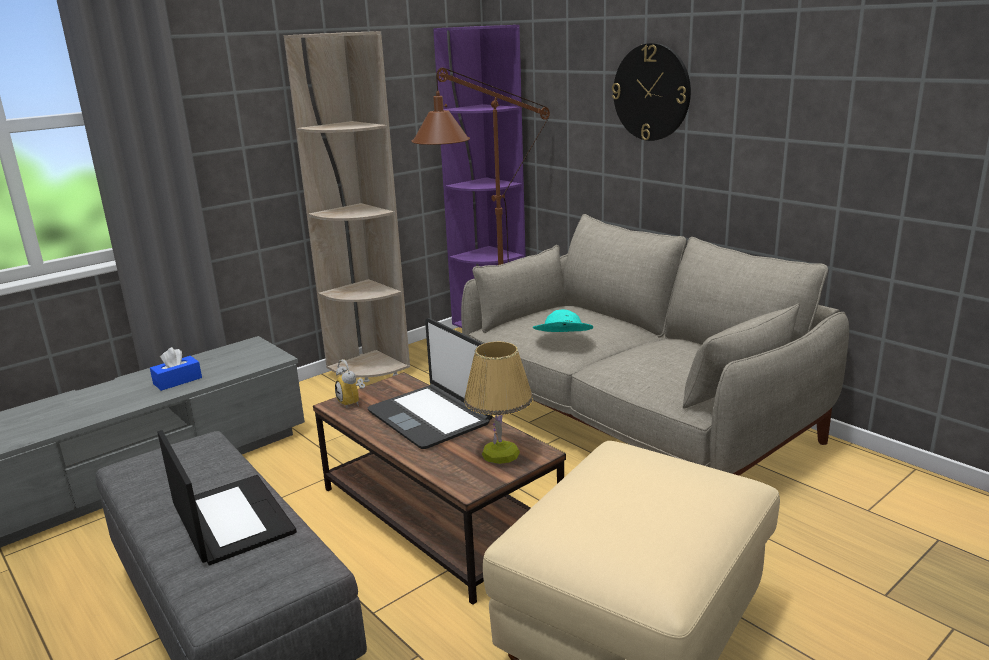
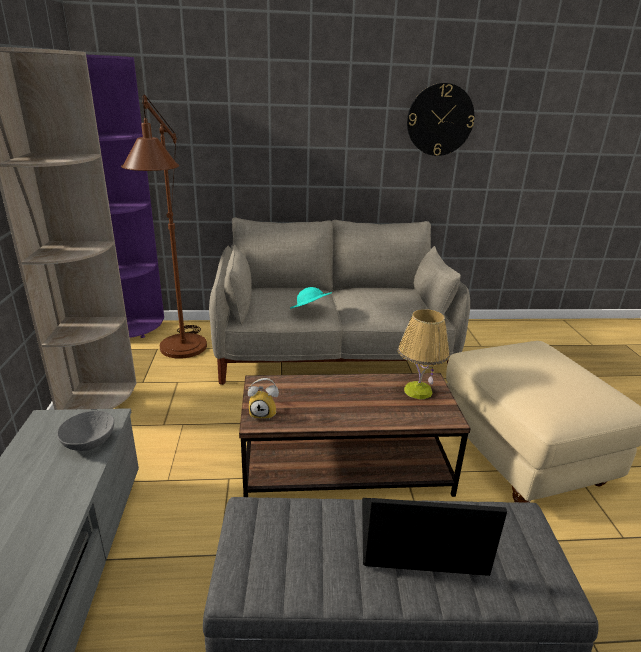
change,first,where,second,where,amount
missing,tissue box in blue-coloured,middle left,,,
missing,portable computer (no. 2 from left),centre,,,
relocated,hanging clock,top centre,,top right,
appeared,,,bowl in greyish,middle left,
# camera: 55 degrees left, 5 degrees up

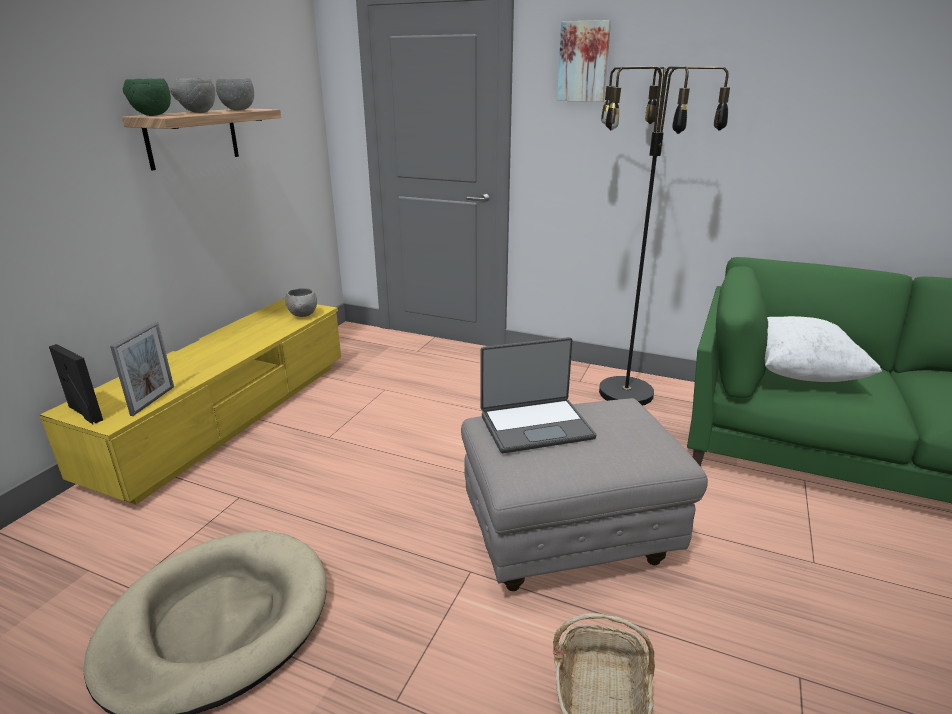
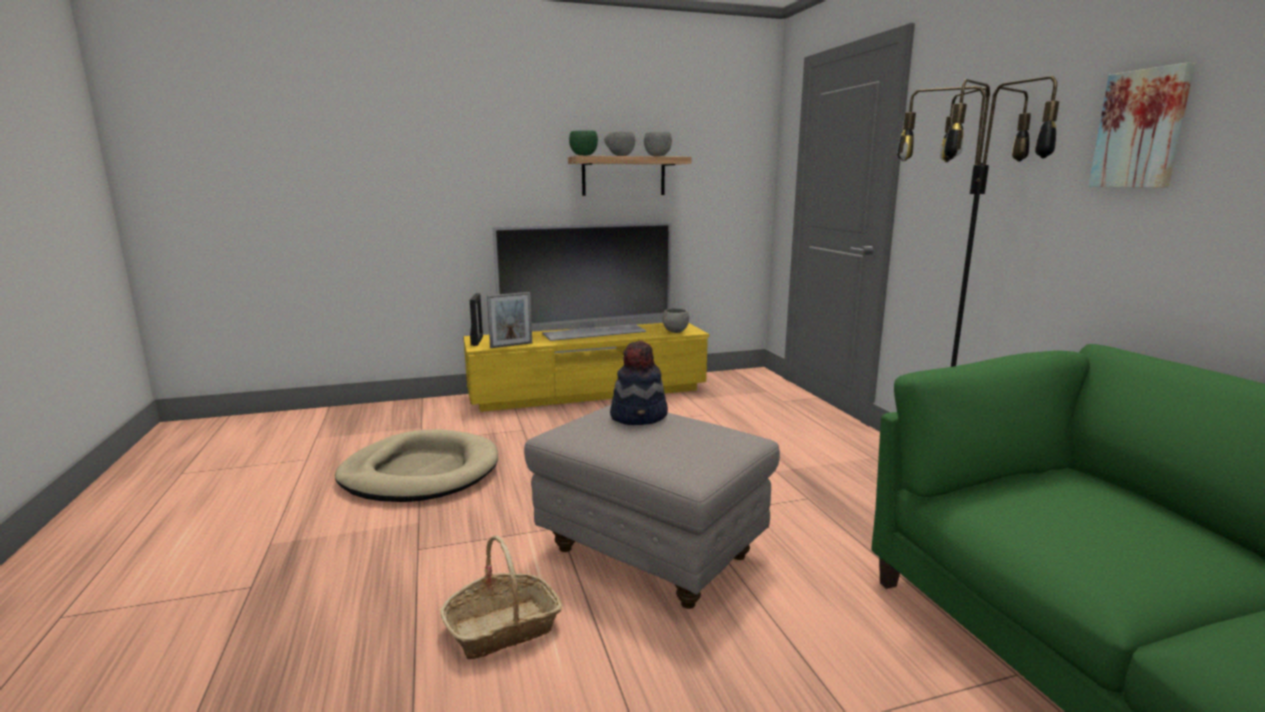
change,first,where,second,where,amount
exchanged,portable computer,centre,wearable hat,centre,
relocated,picture,top centre,,top right,
missing,throw pillow in whitish,middle right,,,
appeared,,,TV,centre,
# camera: 50 degrees right, 10 degrees down

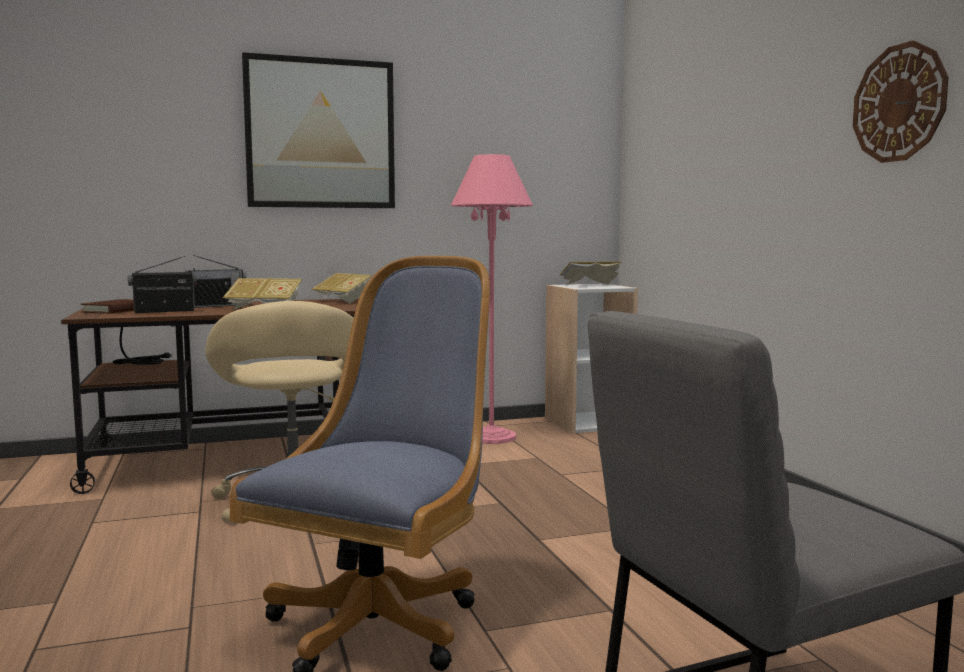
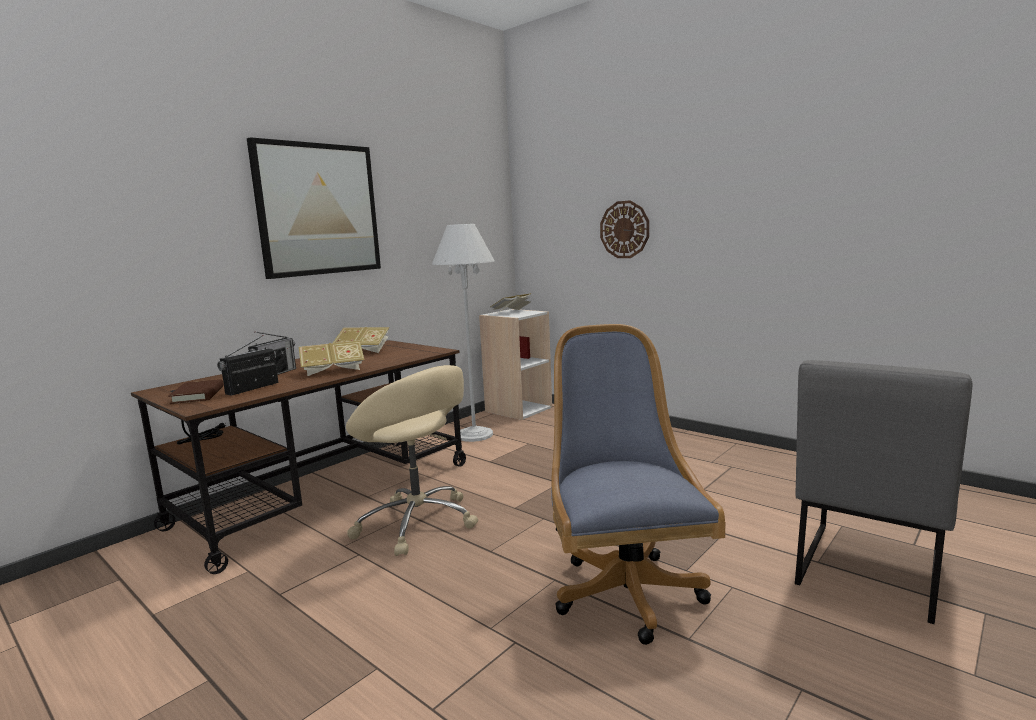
change,first,where,second,where,amount
colour,standing lamp in pink-coloured,centre,standing lamp in whitish,centre,
relocated,hanging clock,top right,,top centre,
# camera: 30 degrees left, 5 degrees up

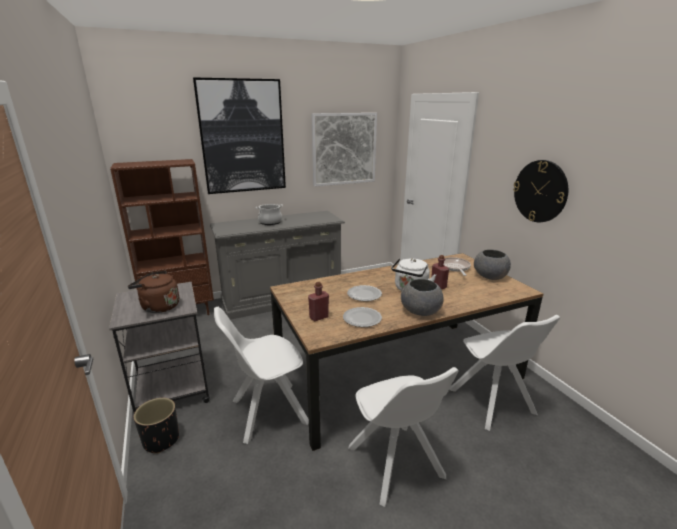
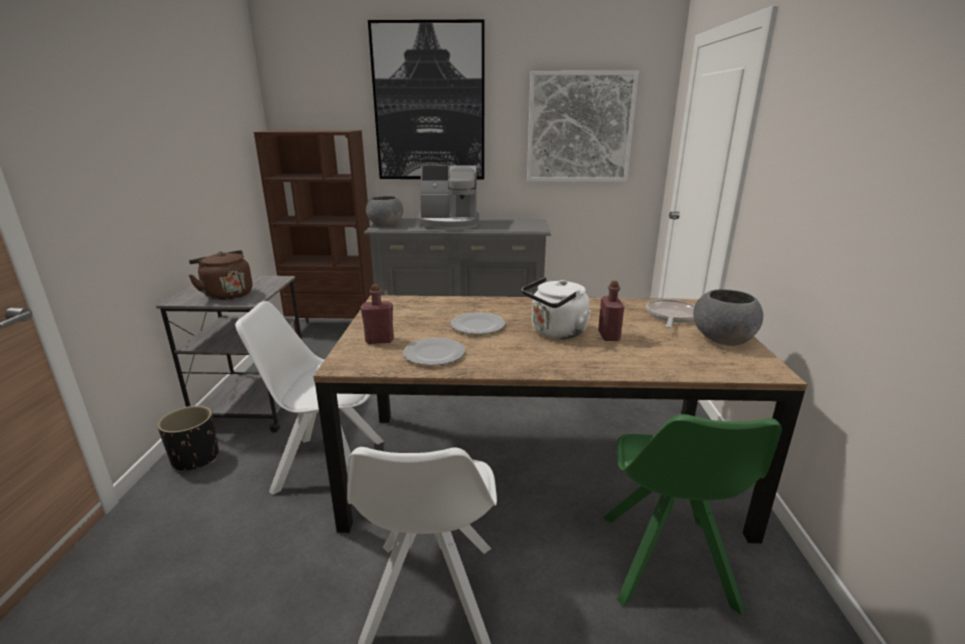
change,first,where,second,where,amount
exchanged,saucepot,centre,coffee machine,top centre,
relocated,bowl in greyish (no. 1 from left),centre,,top centre,
colour,chair in whitish (no. 3 from left),bottom right,chair in greenish,bottom right,
missing,hanging clock,middle right,,,
# camera: 25 degrees right, 0 degrees up

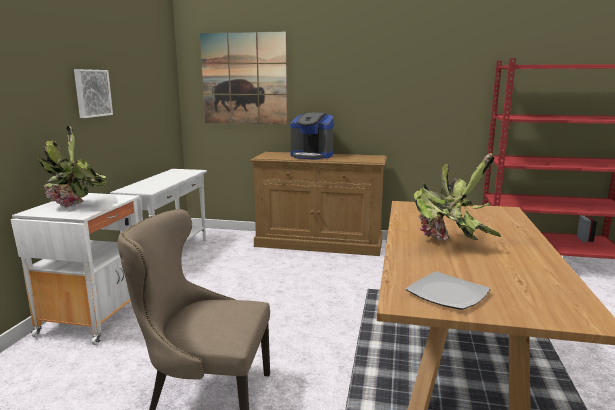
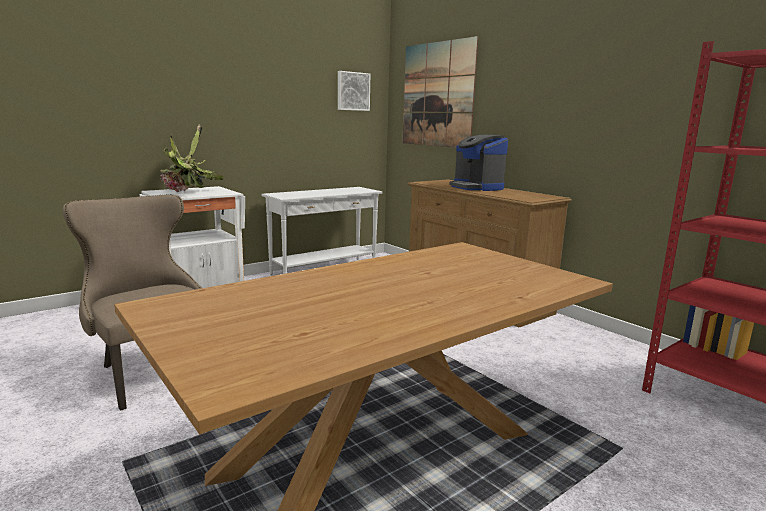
change,first,where,second,where,amount
relocated,picture (no. 1 from left),top left,,top centre,
missing,plate,bottom right,,,
missing,houseplant (no. 2 from left),middle right,,,
# camera: 40 degrees right, 0 degrees up

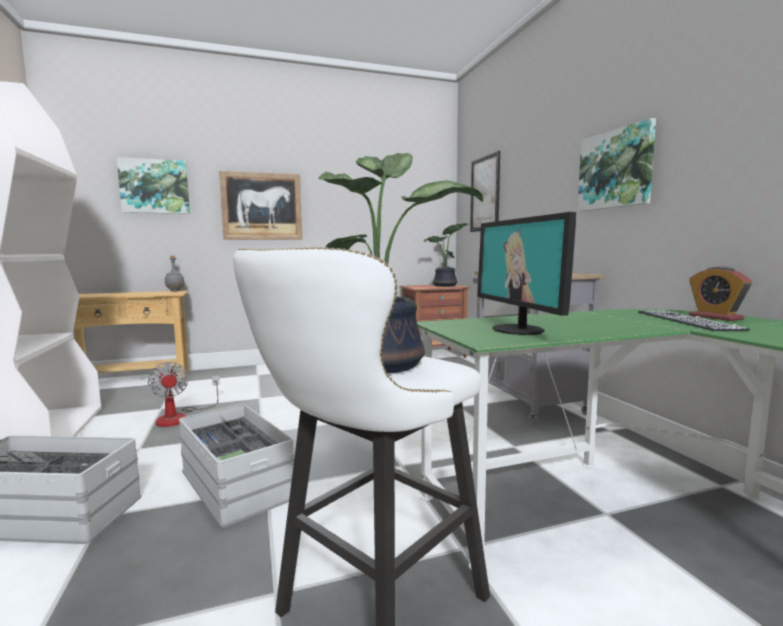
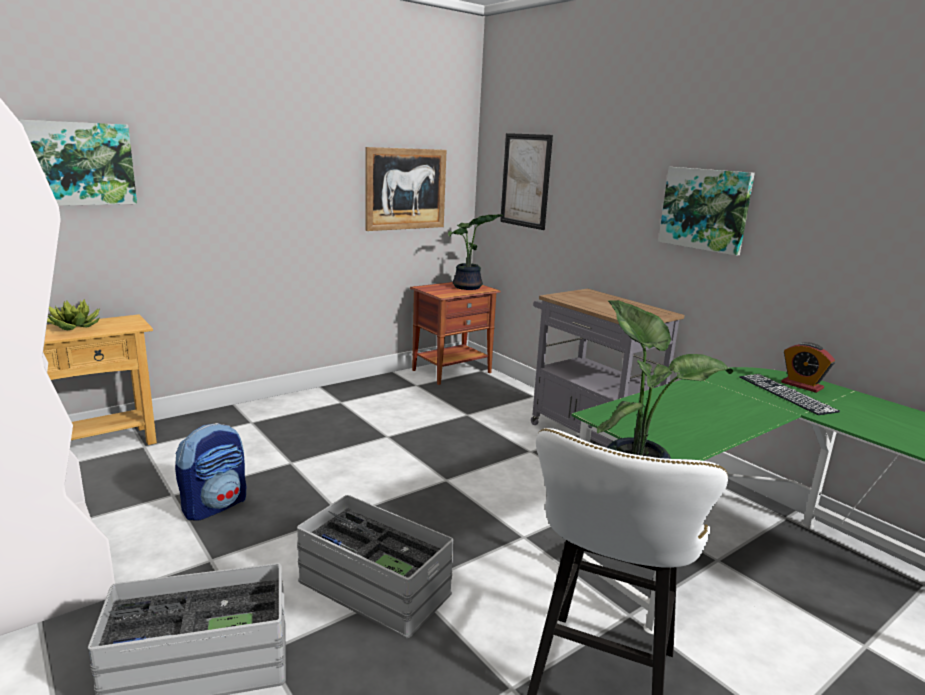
change,first,where,second,where,amount
exchanged,electric fan,middle left,knapsack,bottom left,
missing,drink bottle in greyish,middle left,,,
relocated,picture (no. 2 from left),top left,,top centre,
missing,monitor,middle right,,,
appeared,,,houseplant (no. 1 from left),middle left,
# camera: 20 degrees left, 10 degrees up

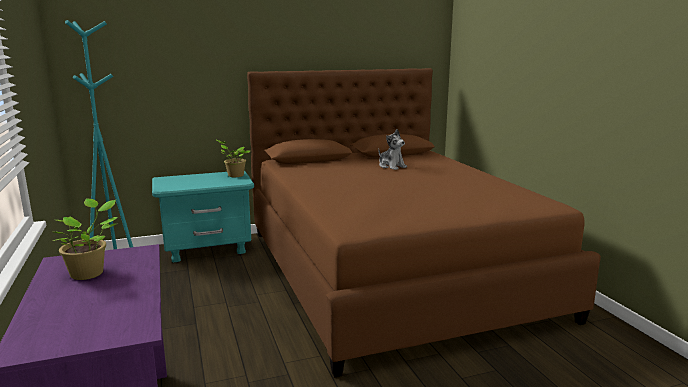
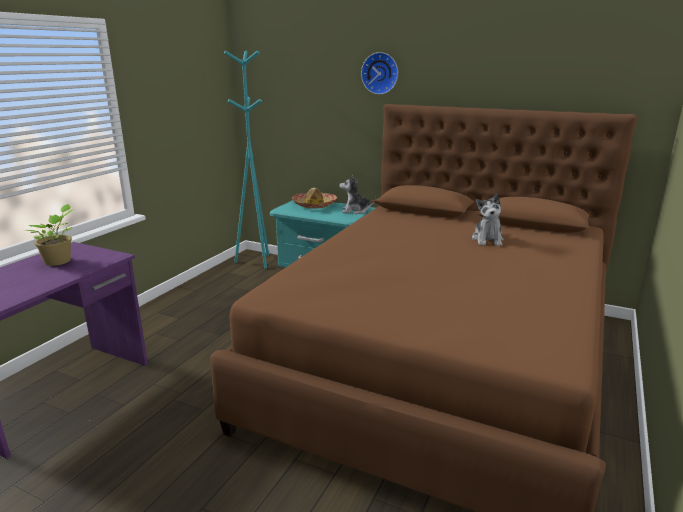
change,first,where,second,where,amount
exchanged,houseplant (no. 2 from left),centre,soft toy (no. 1 from left),centre,
appeared,,,wearable hat,centre,
appeared,,,hanging clock,top centre,
# camera: 45 degrees right, 5 degrees up

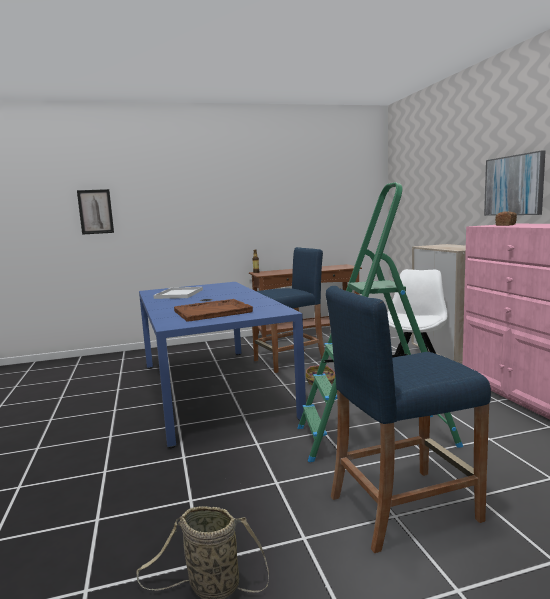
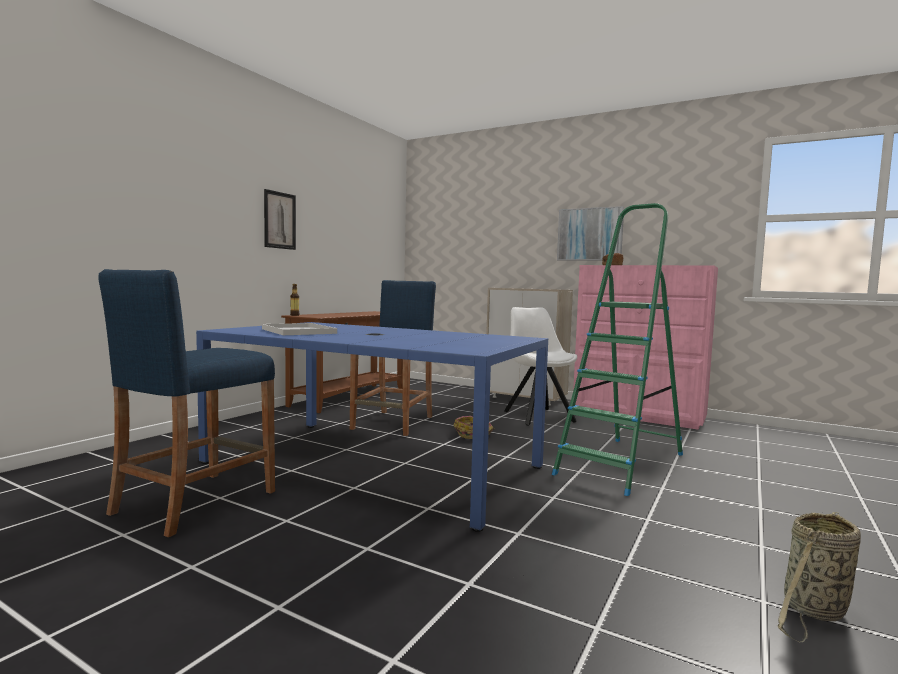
change,first,where,second,where,amount
relocated,picture (no. 1 from left),middle left,,top left,
missing,tray in brown,centre,,,
relocated,stool in blue-coloured (no. 2 from left in the first image),bottom right,stool in blue-coloured (no. 1 from left),middle left,
# camera: 45 degrees left, 5 degrees down

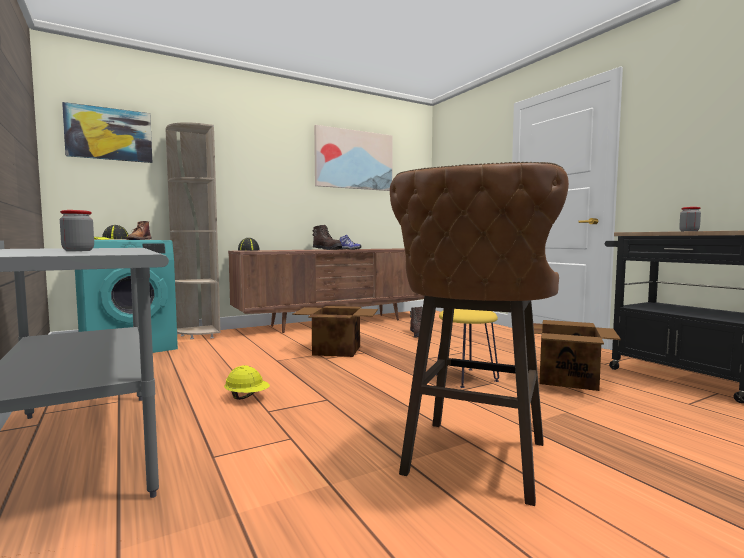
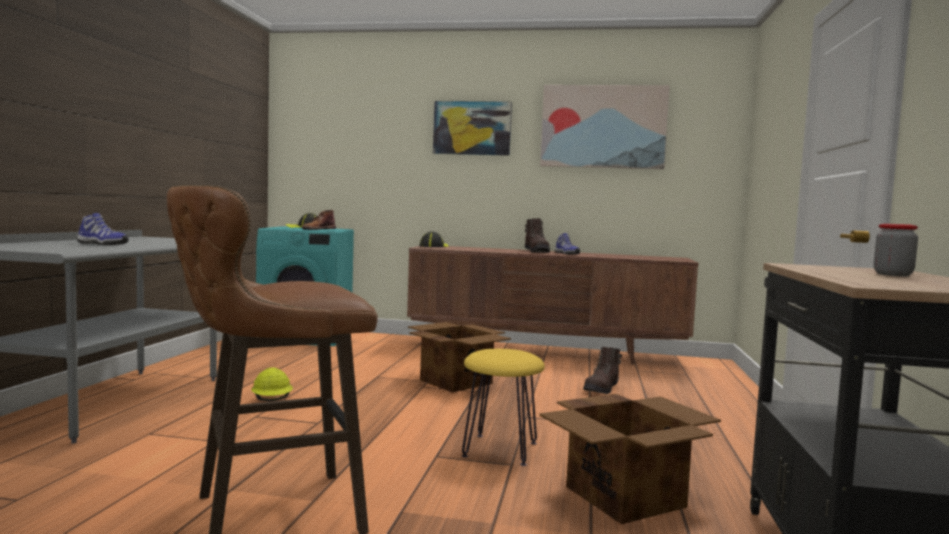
change,first,where,second,where,amount
exchanged,jar (no. 1 from left),middle left,low shoe (no. 1 from left),middle left,
relocated,picture (no. 1 from left),top left,,top centre,
missing,shelving unit in beige,middle left,,,
# camera: 40 degrees right, 0 degrees up

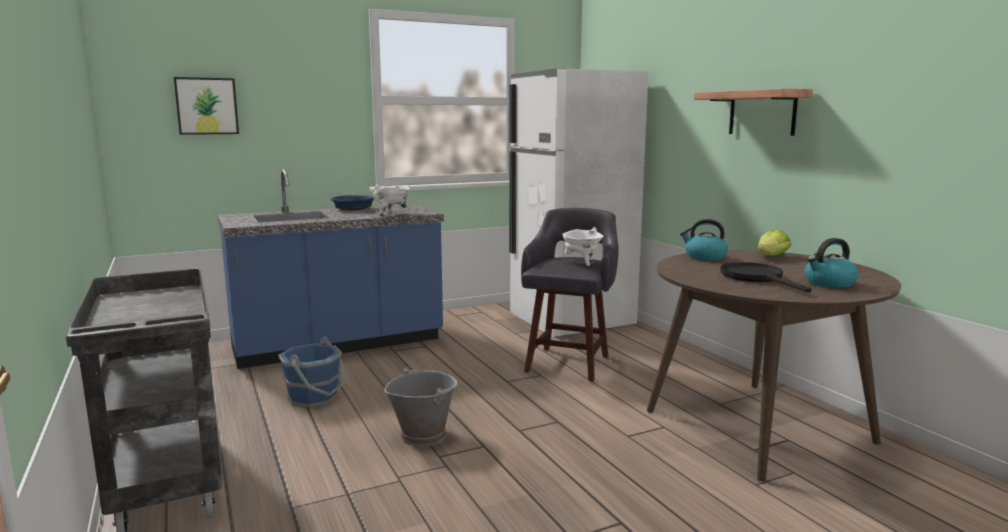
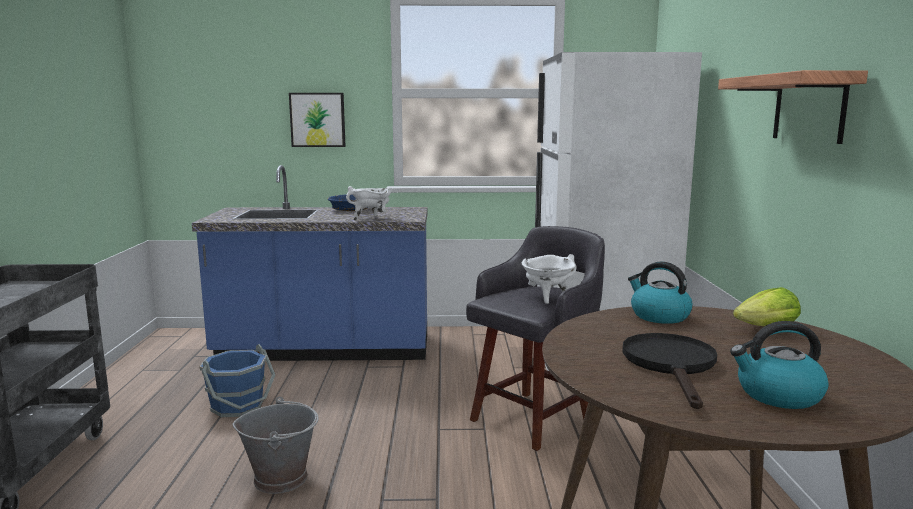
change,first,where,second,where,amount
relocated,picture,top left,,top centre,
# camera: 25 degrees right, 0 degrees up

